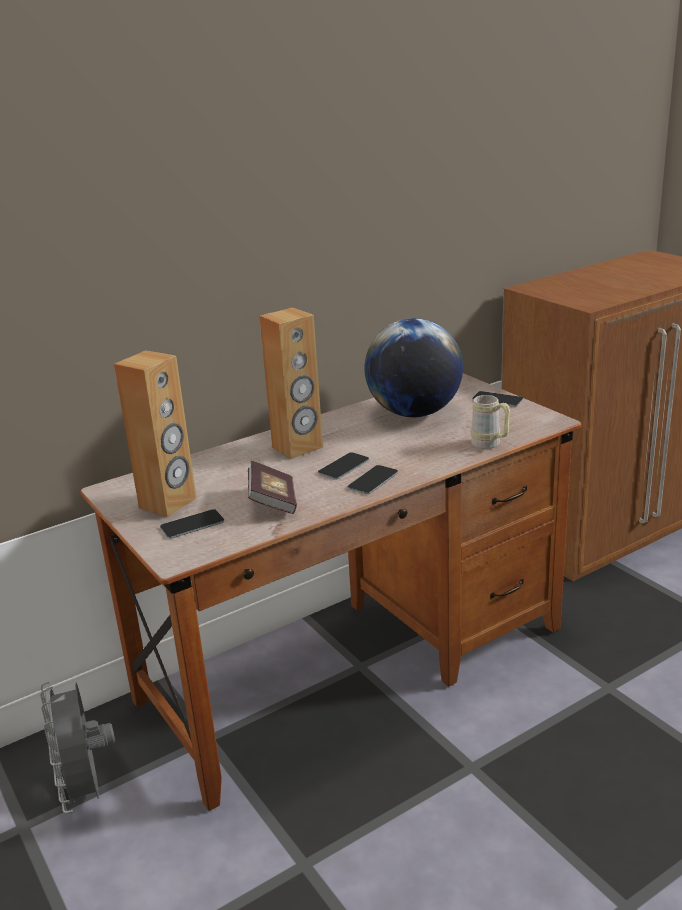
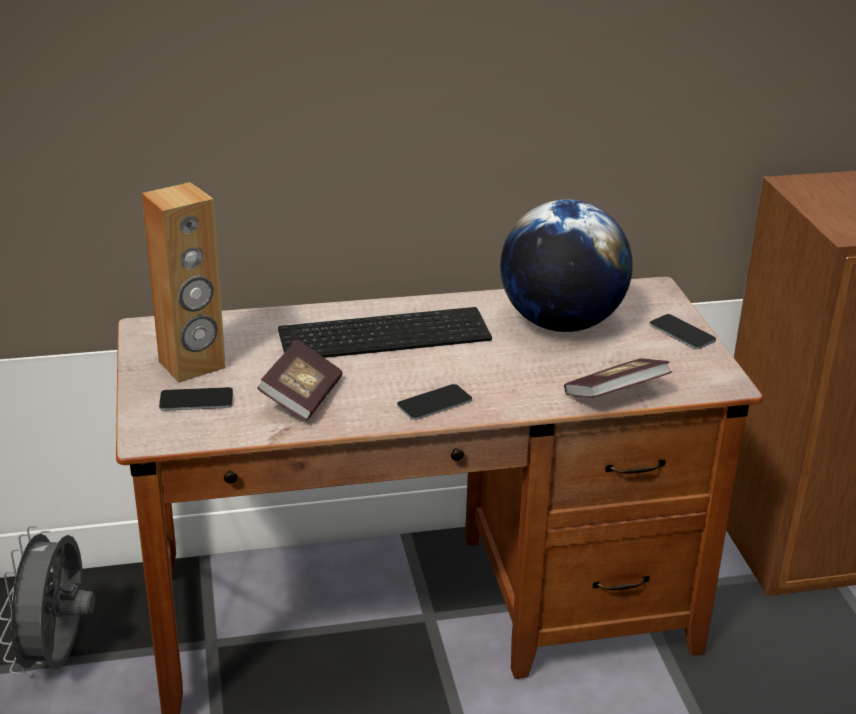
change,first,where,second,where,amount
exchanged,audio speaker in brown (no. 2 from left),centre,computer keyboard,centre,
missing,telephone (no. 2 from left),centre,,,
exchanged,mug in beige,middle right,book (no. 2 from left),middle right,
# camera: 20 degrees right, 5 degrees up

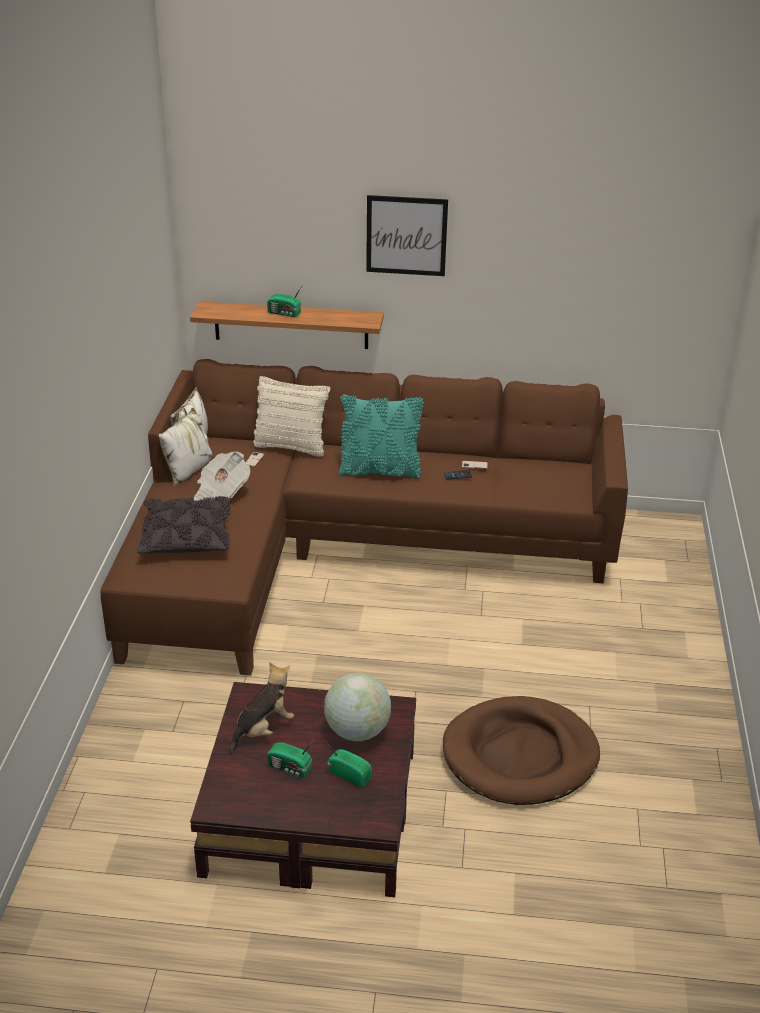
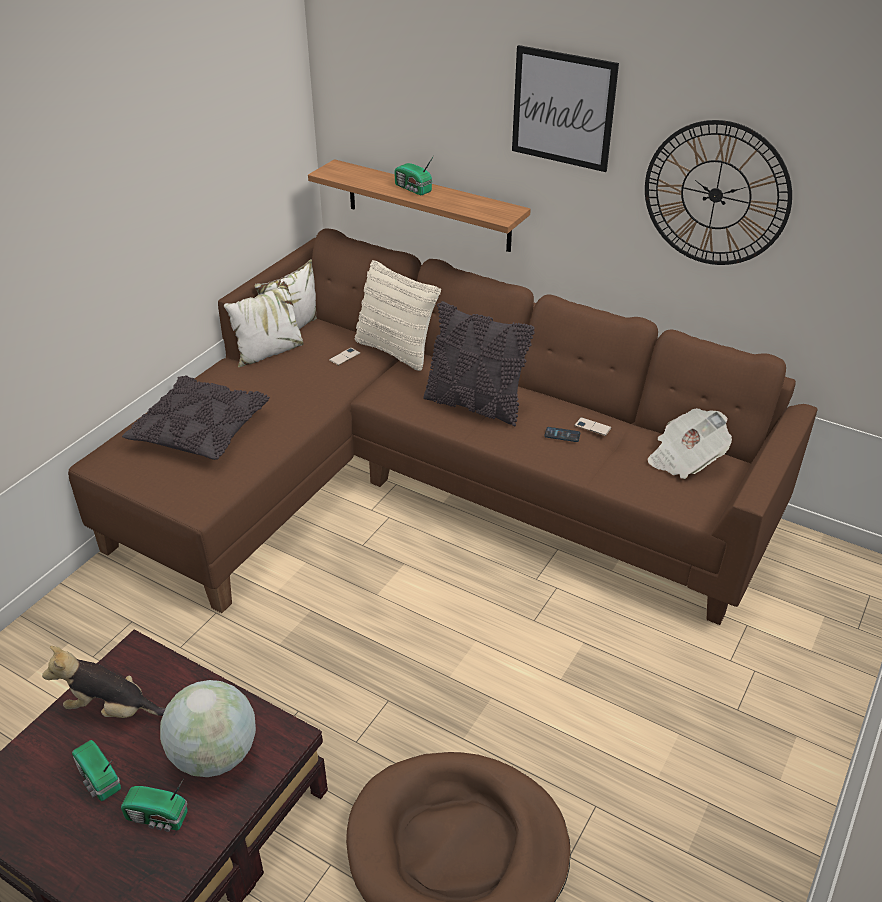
change,first,where,second,where,amount
relocated,daily paper,middle left,,middle right,
spun,soft toy,bottom centre,,bottom left,150 degrees counterclockwise
spun,radio (no. 3 from left in the first image),bottom centre,radio (no. 2 from left),bottom left,135 degrees clockwise
colour,throw pillow in turquoise,centre,throw pillow in blackish (no. 2 from left),centre,
appeared,,,hanging clock,top right,
# camera: 25 degrees right, 5 degrees up

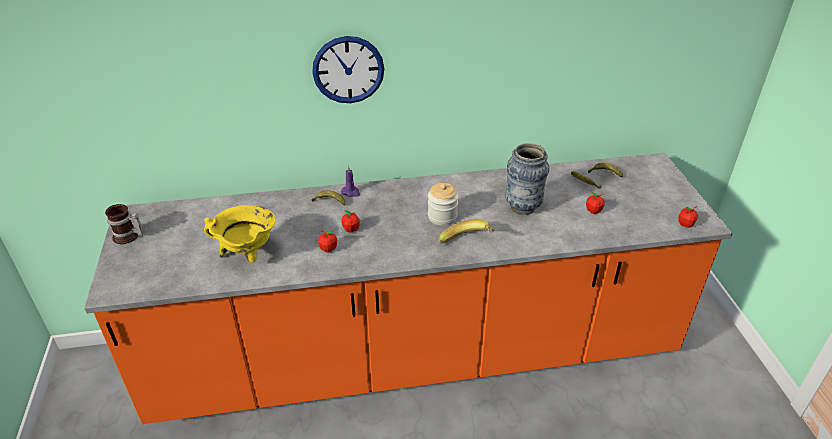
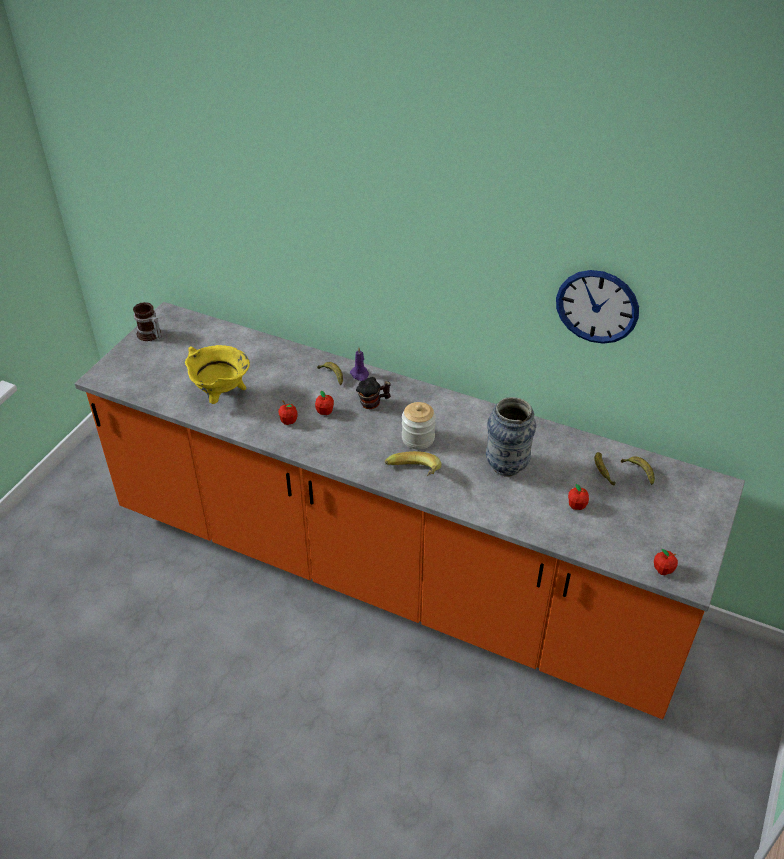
change,first,where,second,where,amount
relocated,hanging clock,top centre,,middle right,
appeared,,,mug (no. 2 from left),centre,
# camera: 35 degrees right, 5 degrees up

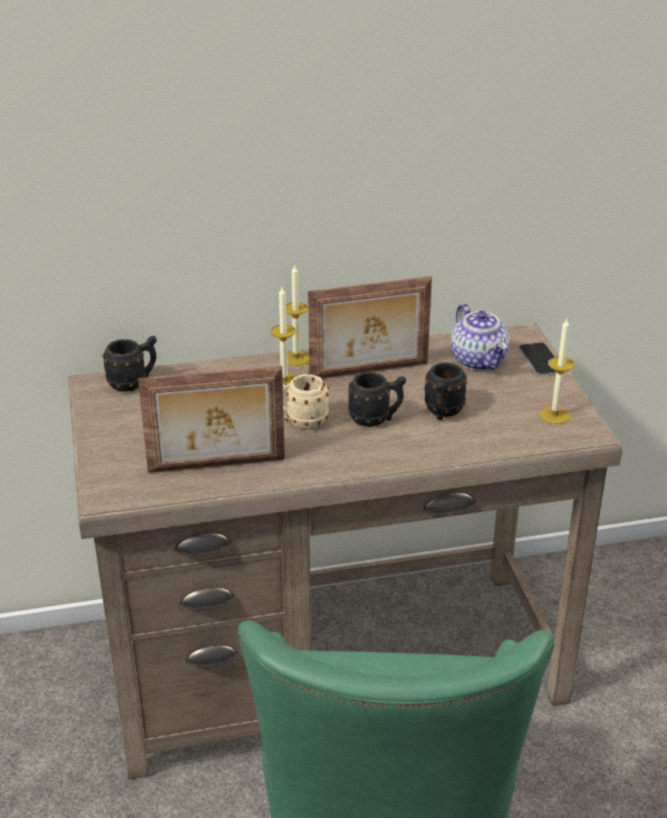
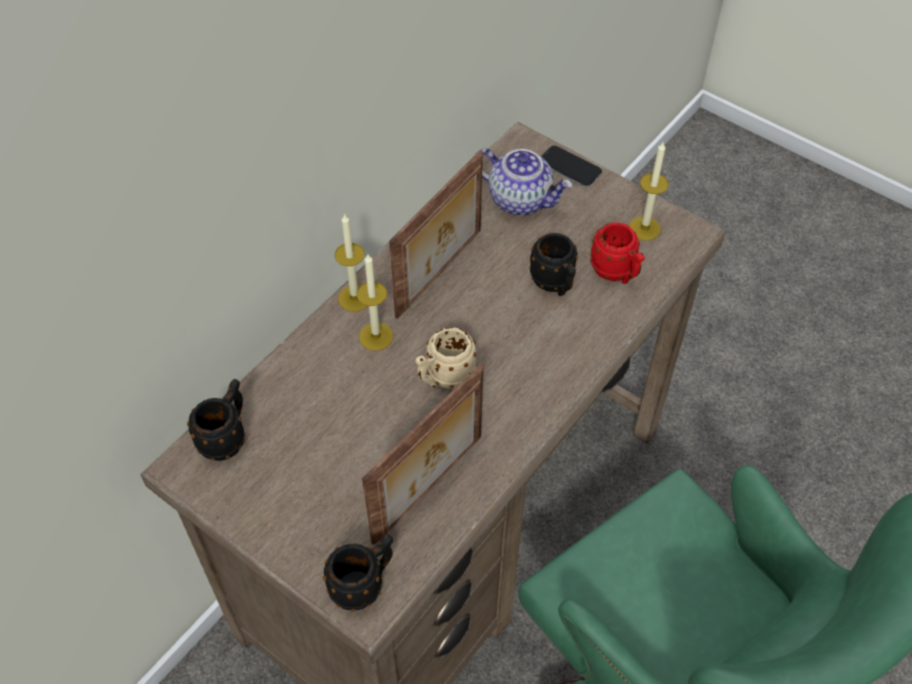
change,first,where,second,where,amount
relocated,mug in blackish (no. 2 from left),centre,,bottom centre,
appeared,,,mug in red-coloured,middle right,
# camera: 40 degrees left, 20 degrees up

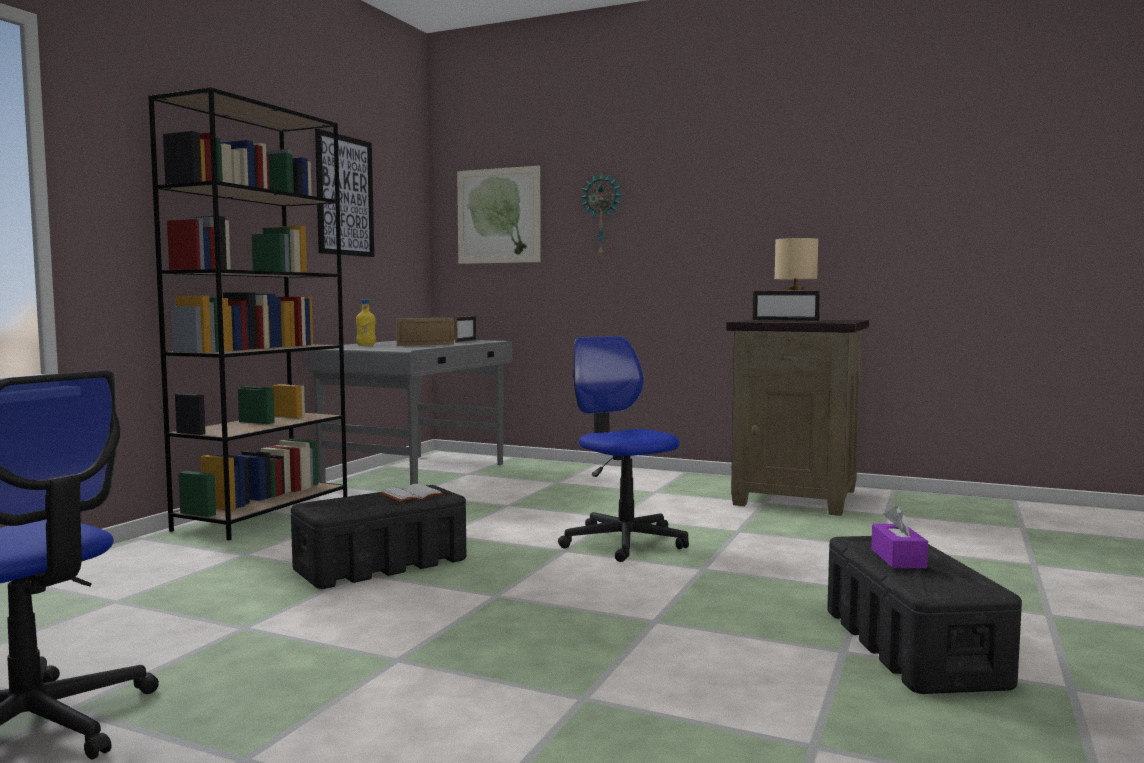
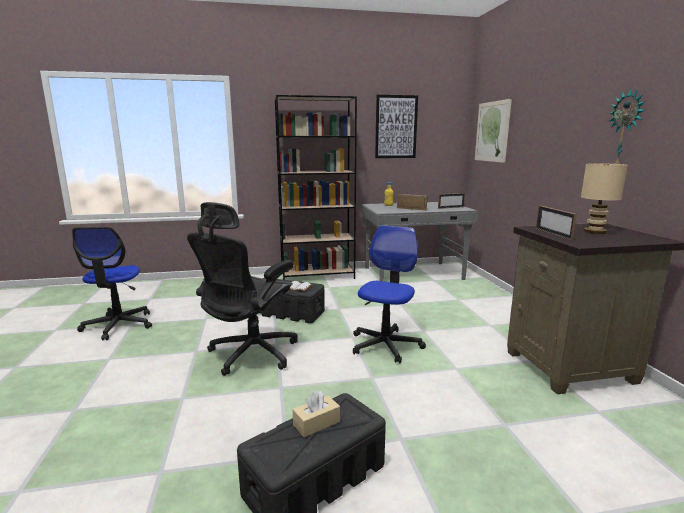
change,first,where,second,where,amount
relocated,hanging clock,top centre,,top right,
colour,tissue box in purple,bottom right,tissue box in beige,bottom centre,
appeared,,,computer chair (no. 2 from left),centre,
# camera: 55 degrees right, 10 degrees up

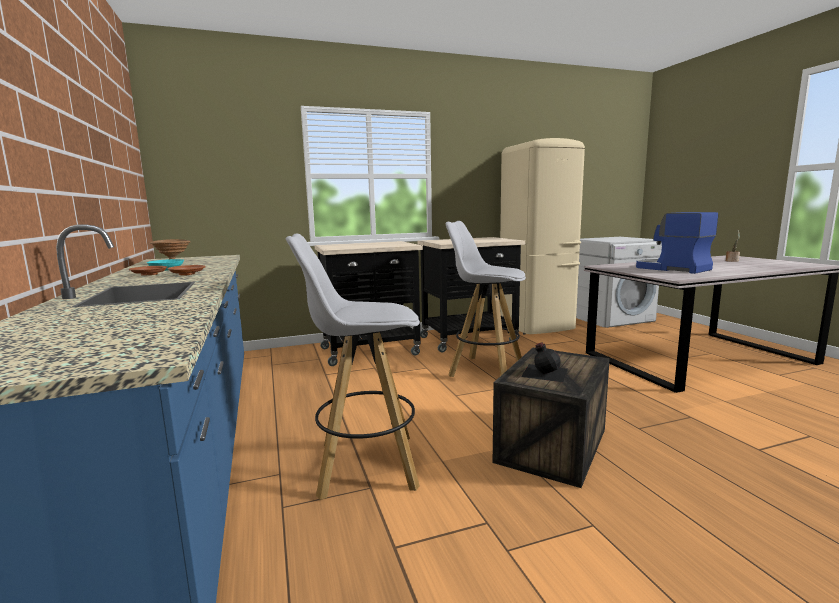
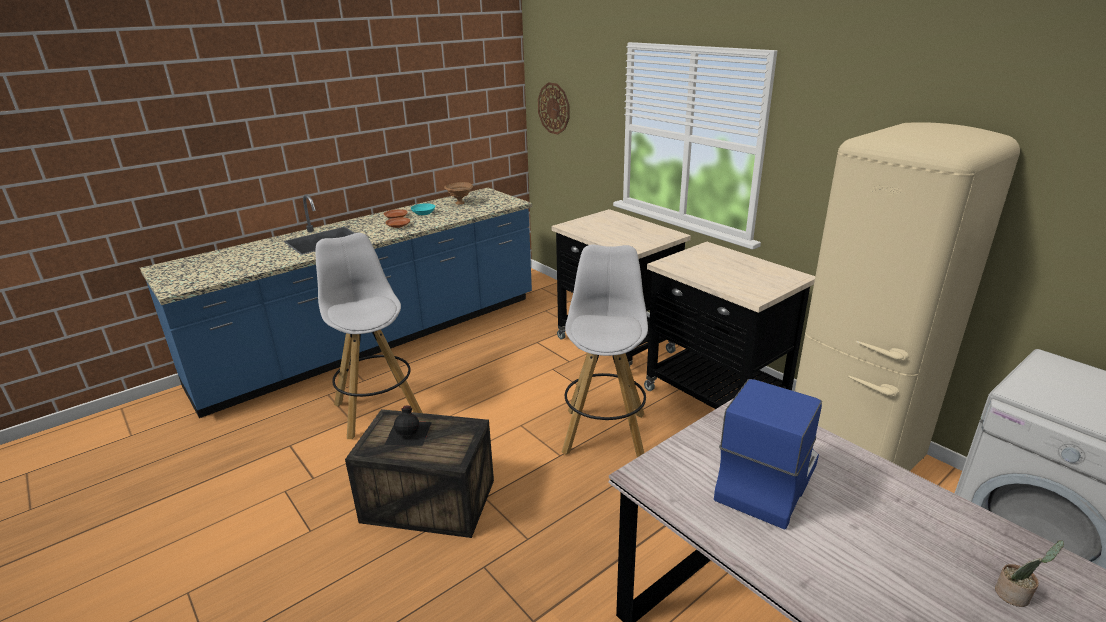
change,first,where,second,where,amount
appeared,,,hanging clock,top centre,
# camera: 70 degrees right, 15 degrees up

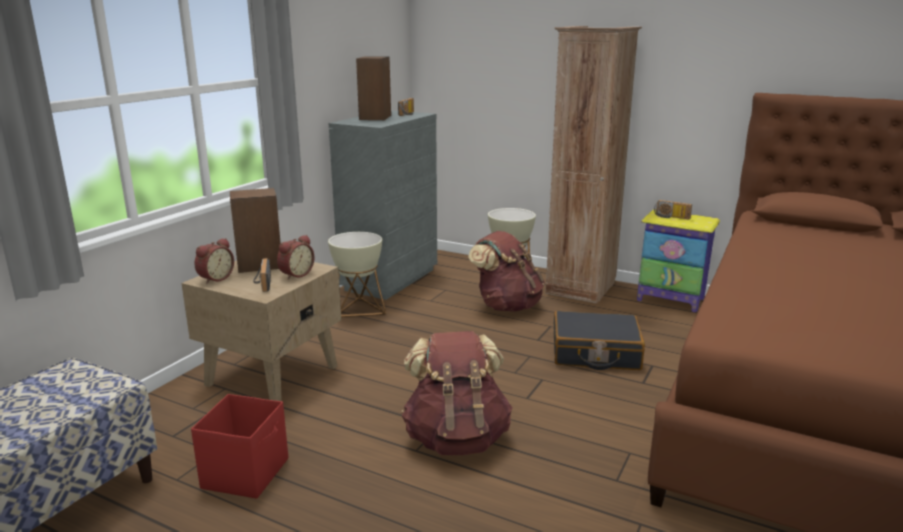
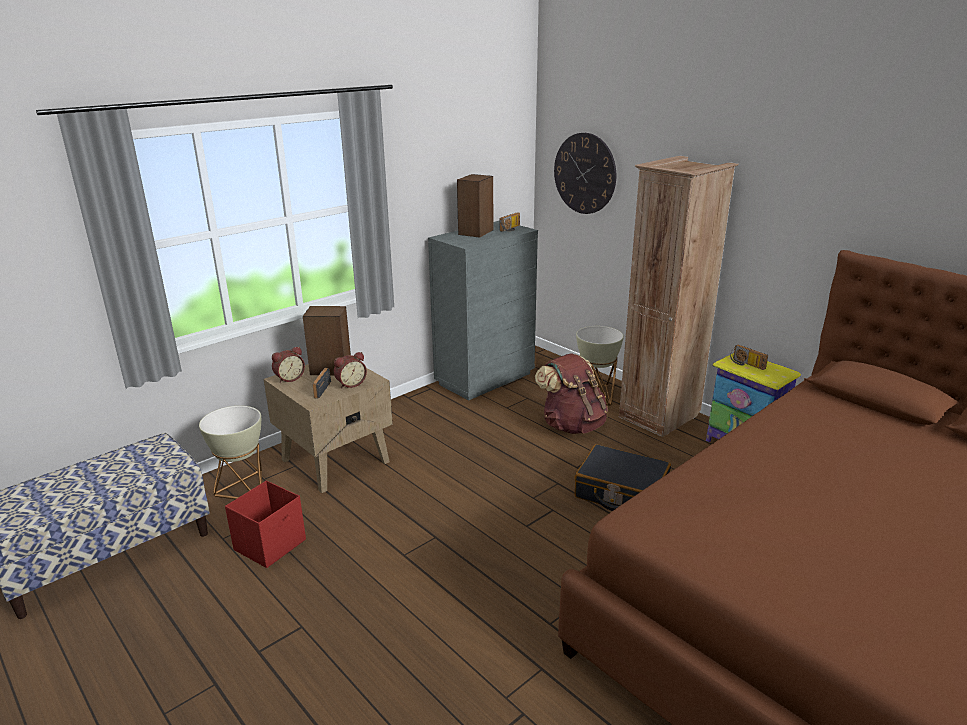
change,first,where,second,where,amount
relocated,planter (no. 1 from left),centre,,middle left,
missing,knapsack in brown (no. 1 from left),bottom centre,,,
appeared,,,hanging clock,top centre,
# camera: 20 degrees right, 5 degrees up

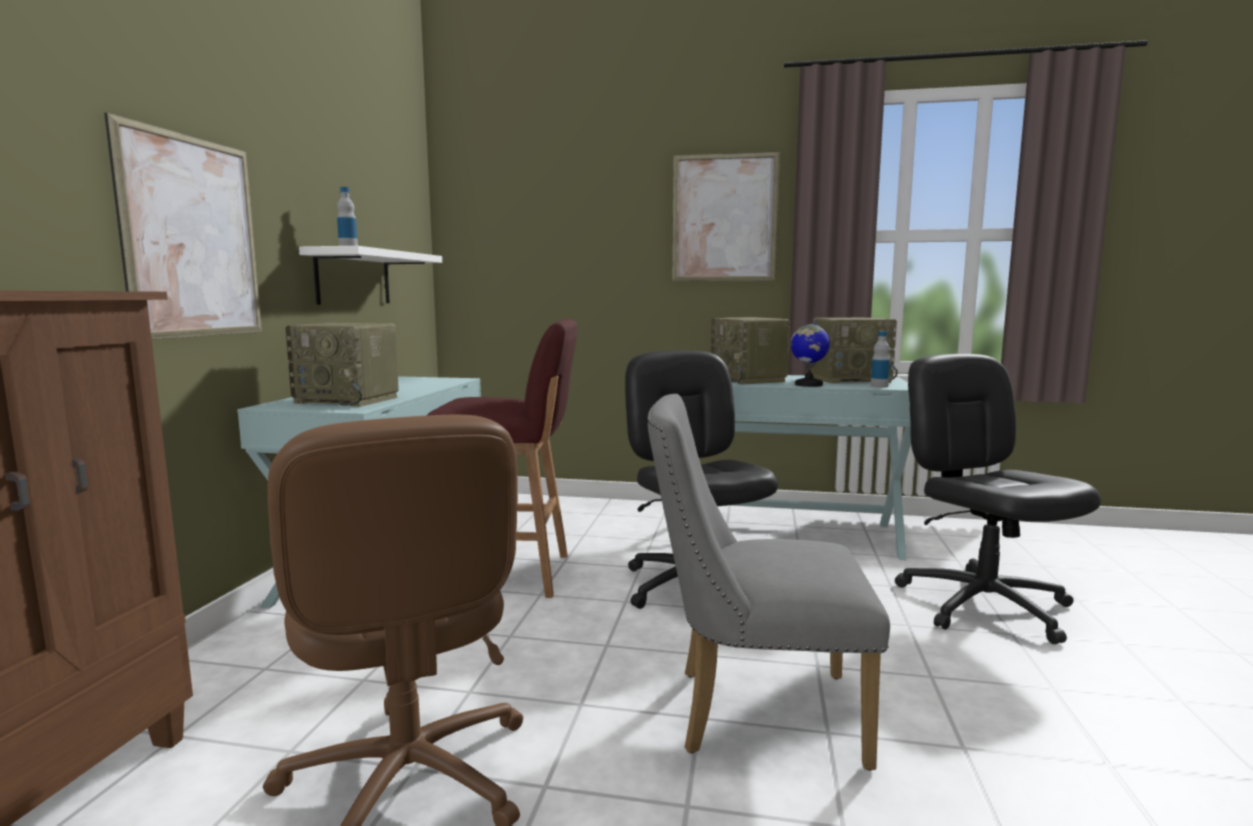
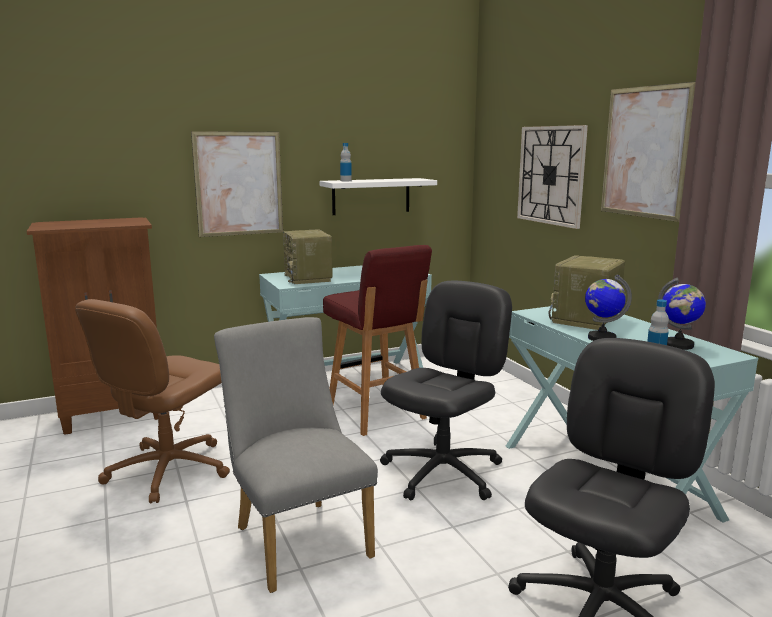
change,first,where,second,where,amount
exchanged,radio (no. 3 from left),middle right,globe (no. 2 from left),middle right,
appeared,,,hanging clock,top right,
# camera: 55 degrees right, 5 degrees up

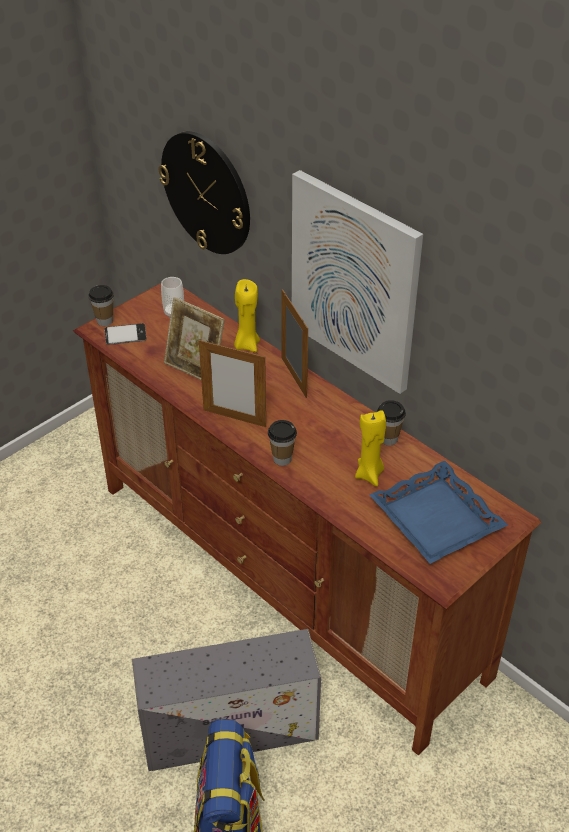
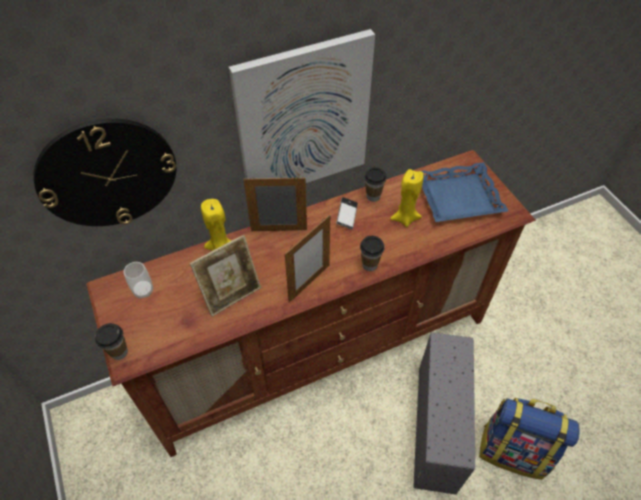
change,first,where,second,where,amount
relocated,telephone,middle left,,centre,
# camera: 70 degrees left, 10 degrees up

